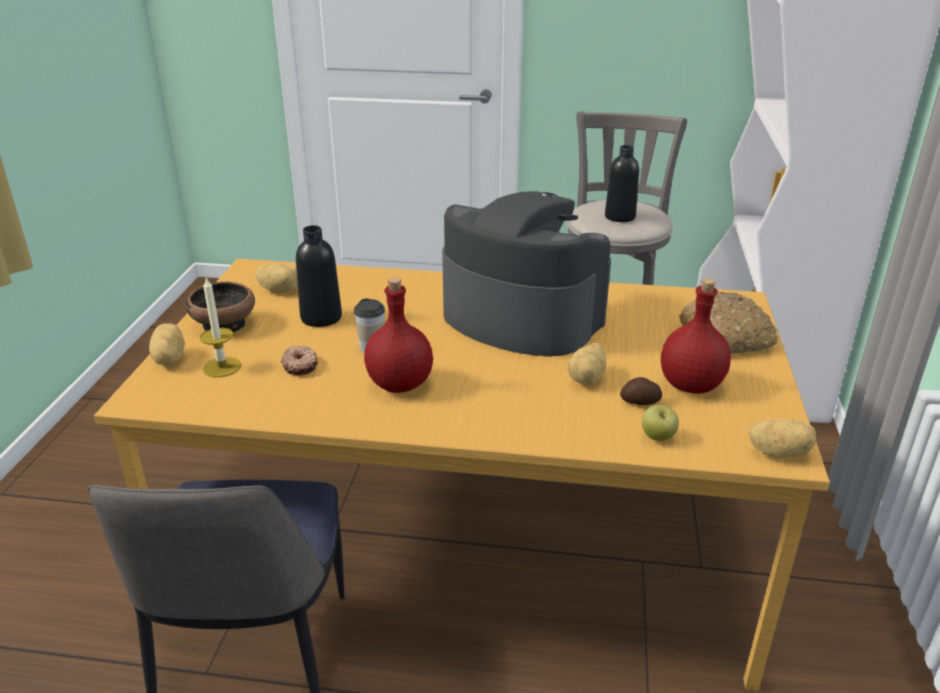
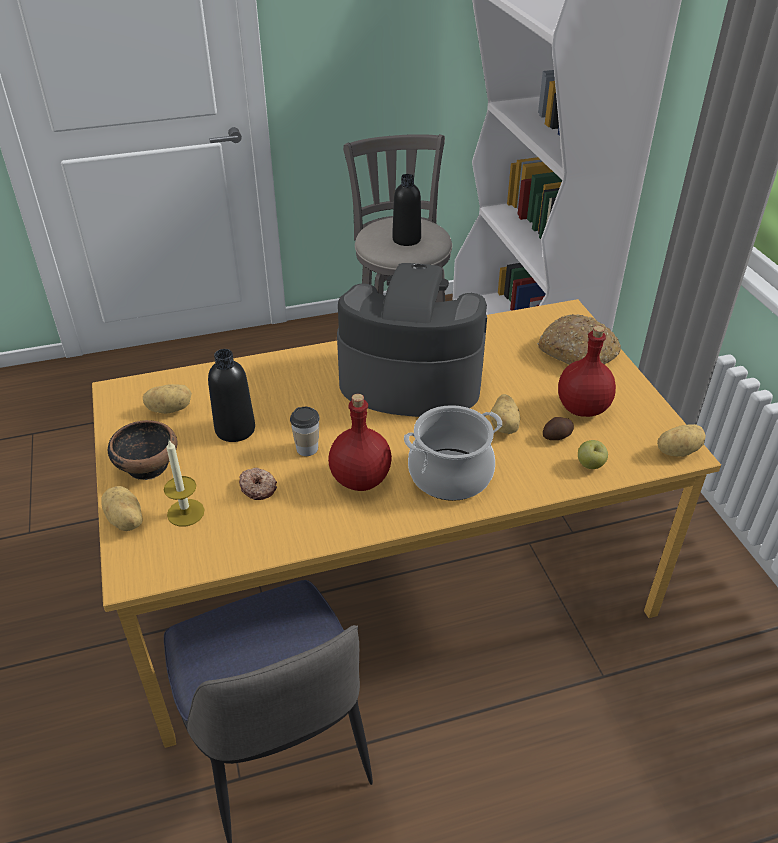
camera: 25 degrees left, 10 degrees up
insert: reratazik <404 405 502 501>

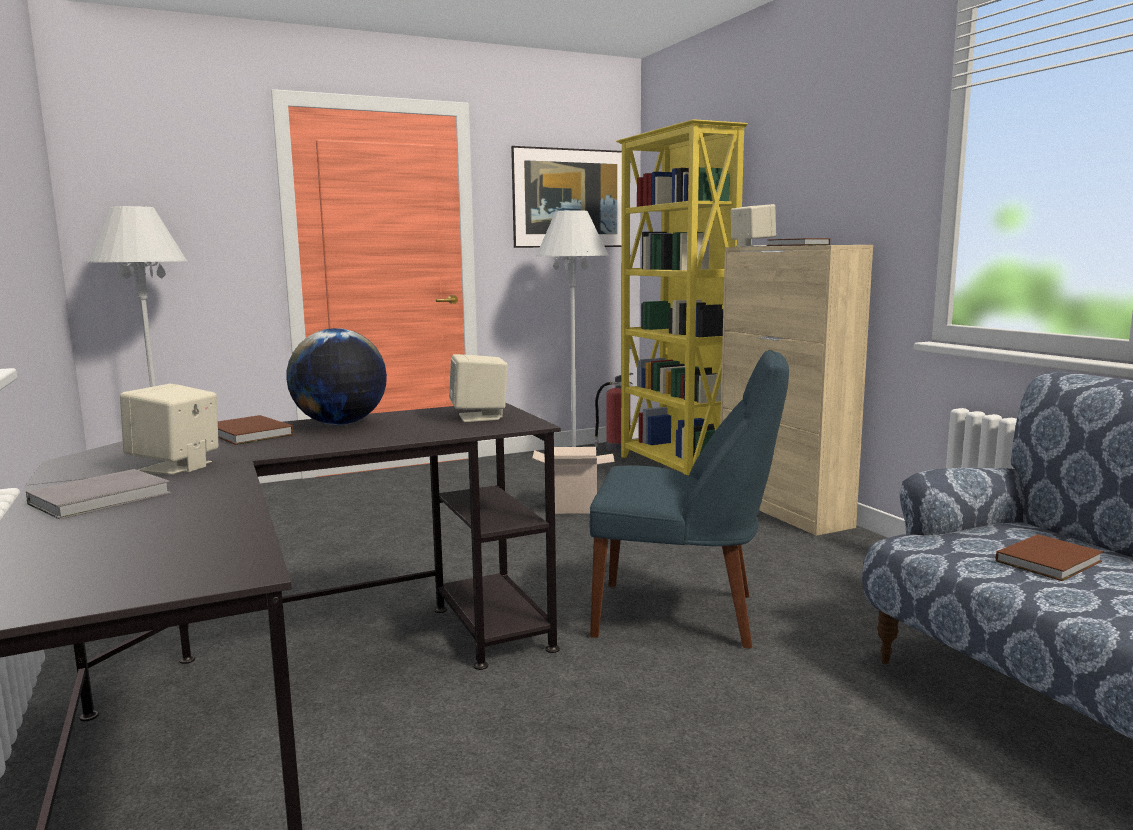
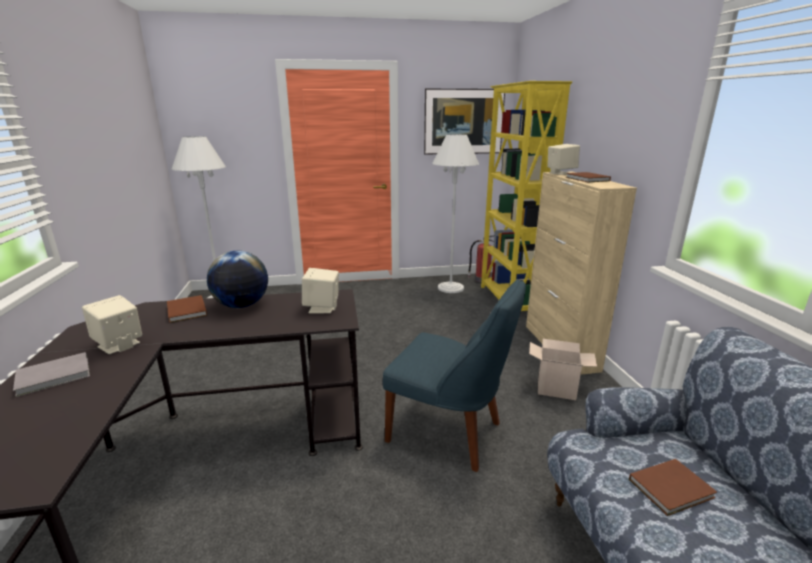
camera: 15 degrees right, 10 degrees up
move: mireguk <532 447 614 514> to <529 339 597 400>

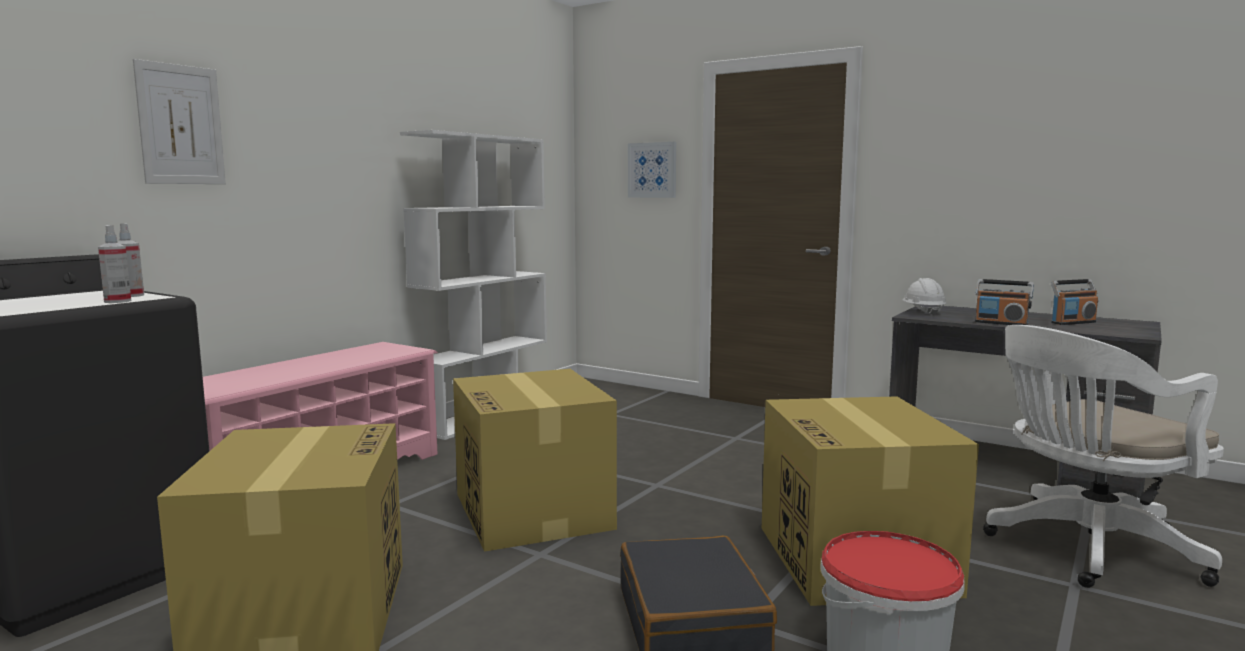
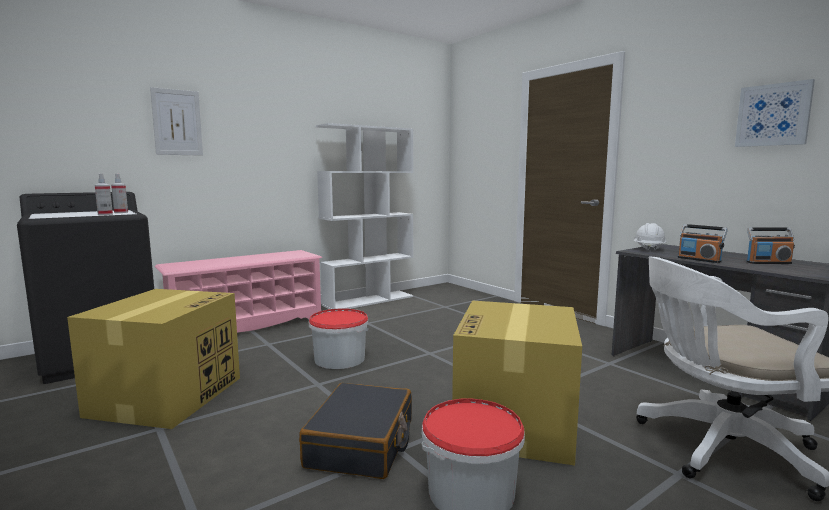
camera: 20 degrees right, 0 degrees up
move: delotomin <628 142 676 198> to <735 79 815 147>
replace: mireguk <453 369 617 552> to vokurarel <309 308 369 369>

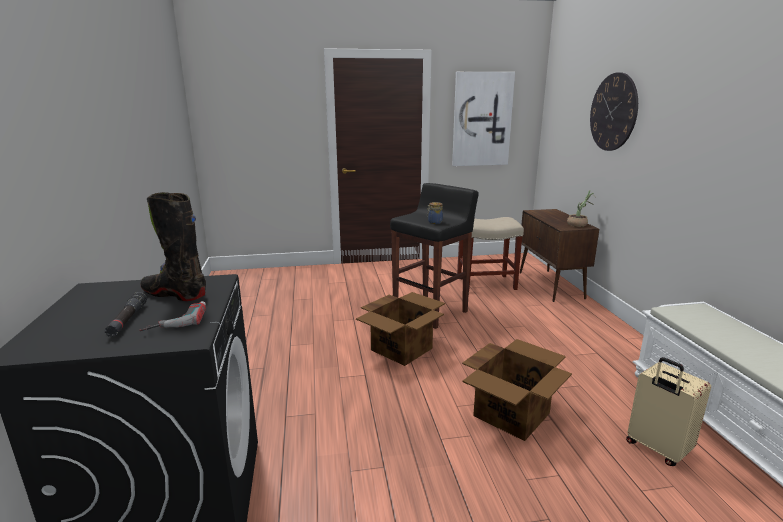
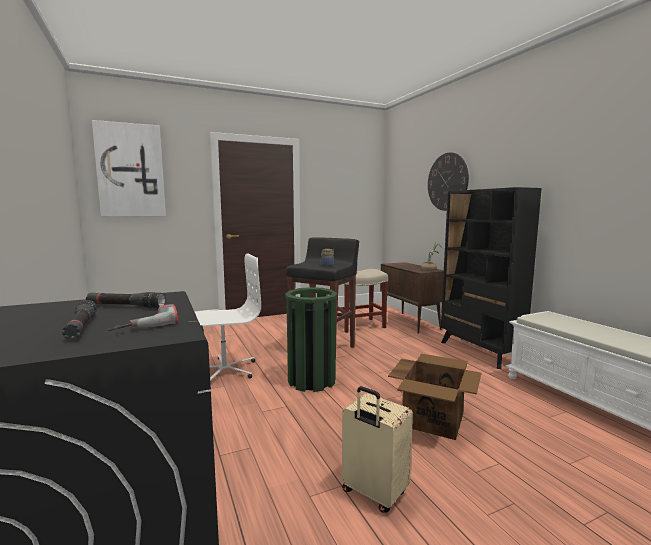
camera: 15 degrees left, 10 degrees down
insert: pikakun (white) <195 253 261 380>; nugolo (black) <441 187 542 369>
move: delotomin <452 72 515 166> to <91 120 166 217>; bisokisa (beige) <626 357 711 466> to <342 386 413 513>
replace: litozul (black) <140 192 206 301> to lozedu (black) <86 292 166 308>; mireguk <356 292 445 366> to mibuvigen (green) <285 287 338 392>

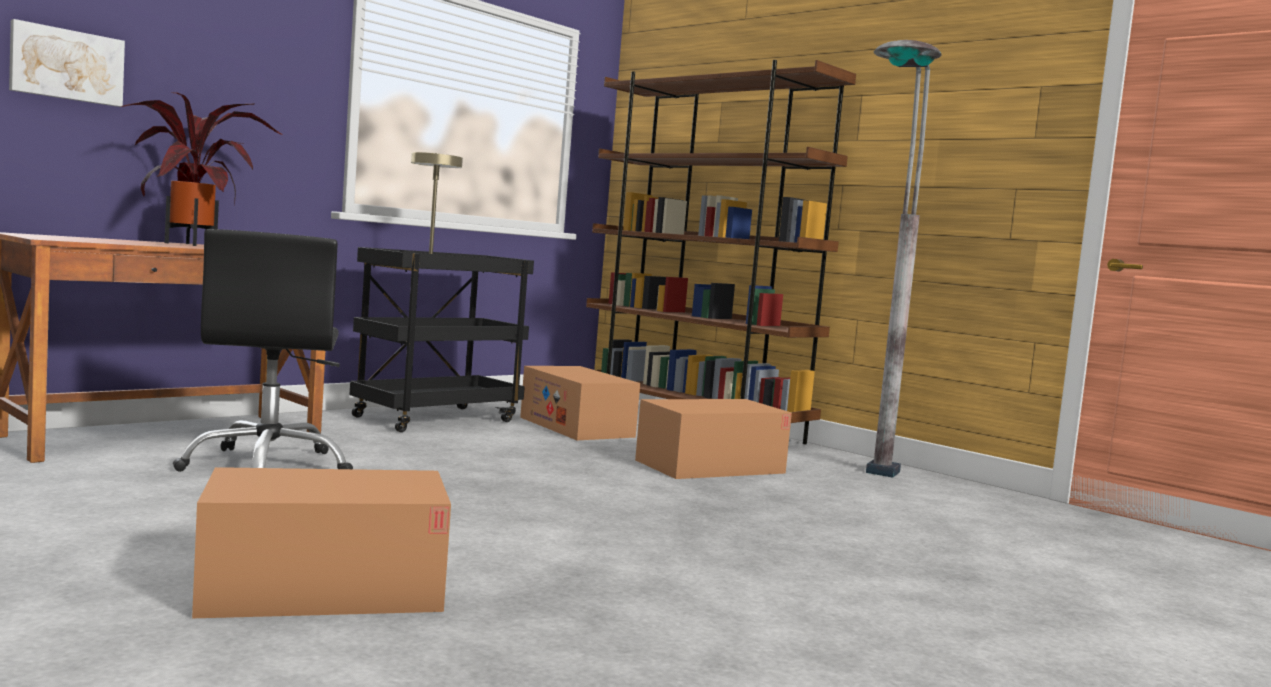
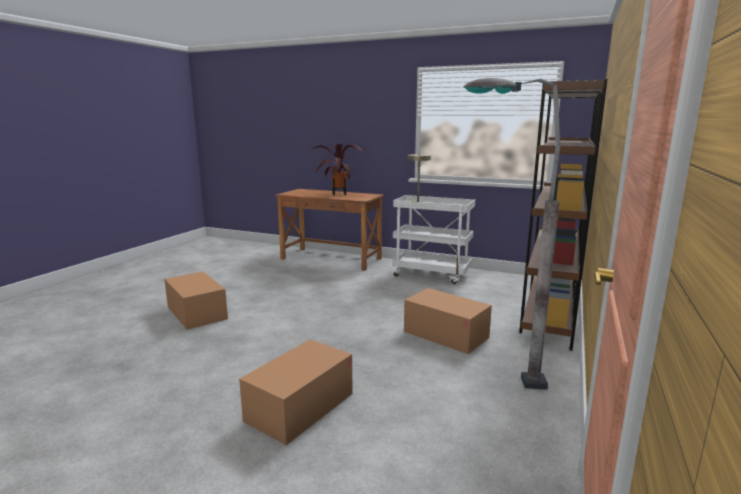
camera: 70 degrees right, 10 degrees up
delete: delotomin <9 19 125 107>; pikakun (black) <173 229 353 472>
move: mireguk <520 366 640 440> to <239 339 353 445>
recolor: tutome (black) <349 247 534 432> to tutome (white) <392 195 475 284>

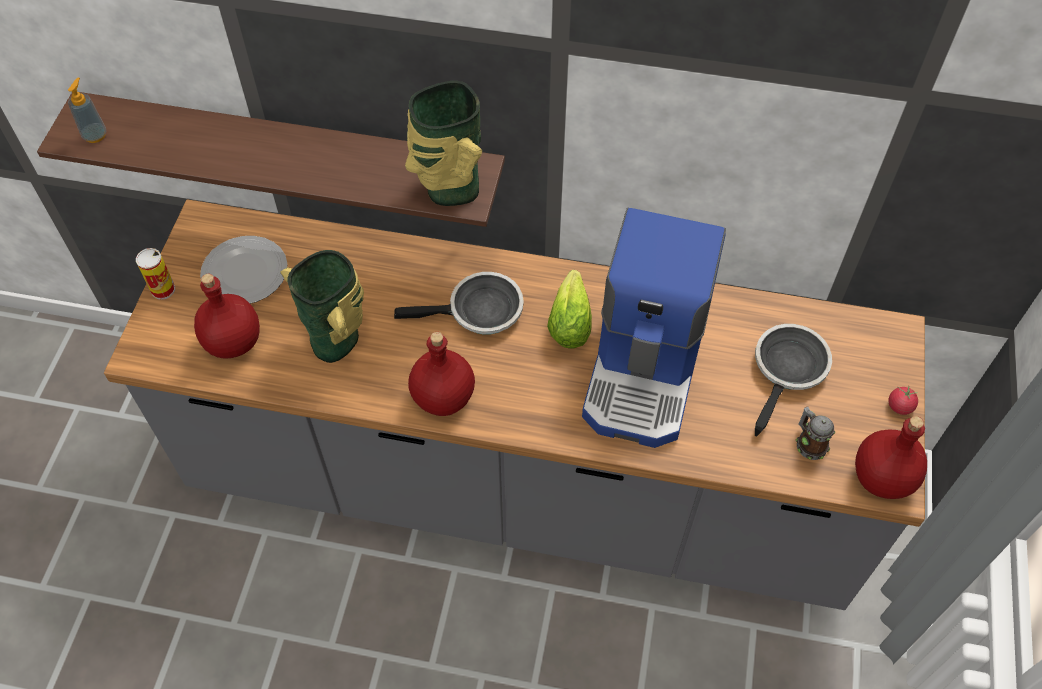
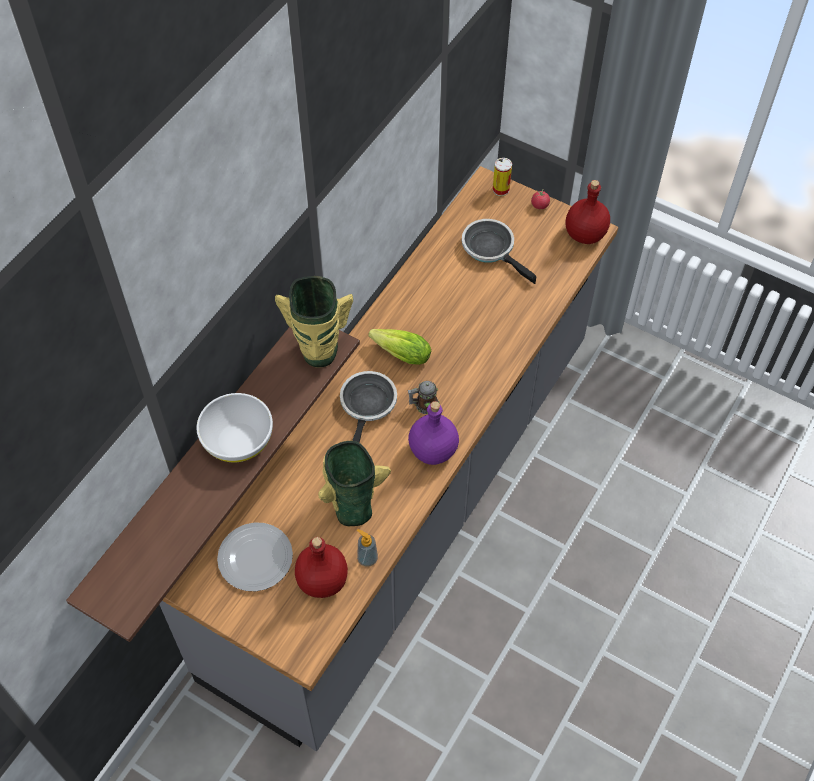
camera: 70 degrees left, 0 degrees up
delete: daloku <582 208 726 448>
insert: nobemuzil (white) <197 393 273 462>
move: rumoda <68 78 106 143> to <357 529 378 567>; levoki <796 406 835 460> to <408 381 440 414>; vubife <136 248 175 300> to <493 158 512 196>
recolor: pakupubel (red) <408 332 475 416> to pakupubel (purple) <408 401 459 465>

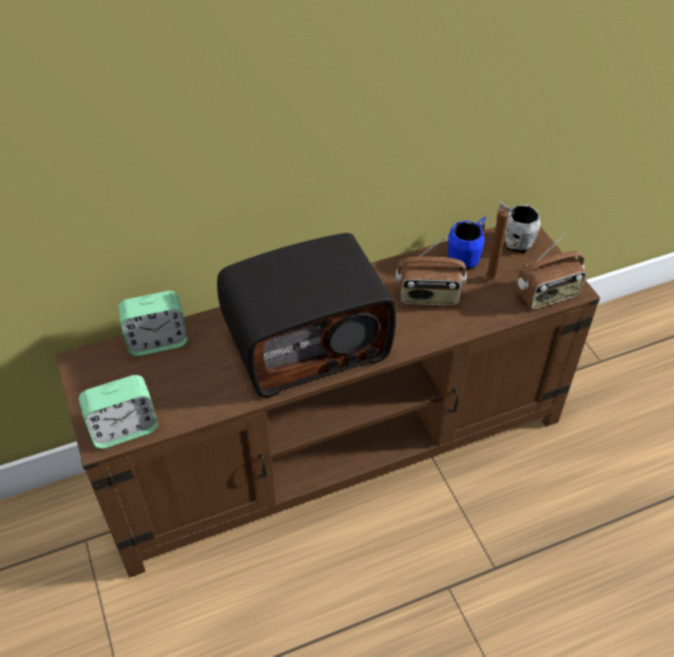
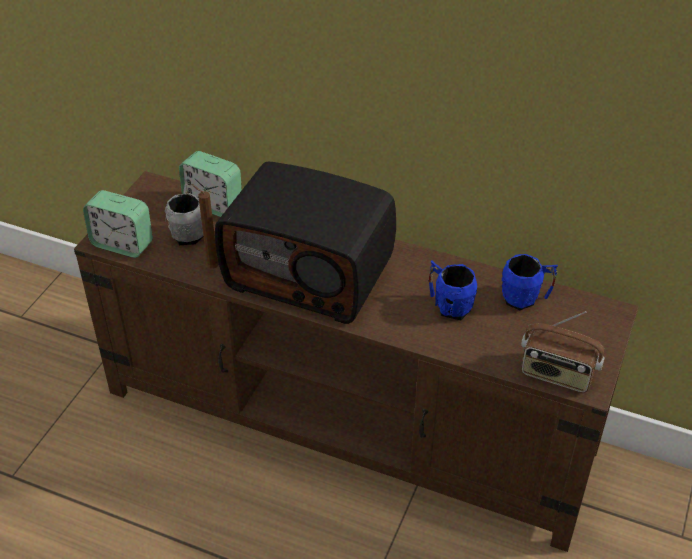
camera: 45 degrees right, 5 degrees down
move: levoki (grey) <496 202 540 253> to <165 184 204 245>; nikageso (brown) <486 208 509 280> to <191 184 219 269>
replace: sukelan <396 237 466 306> to levoki (blue) <429 260 477 320>

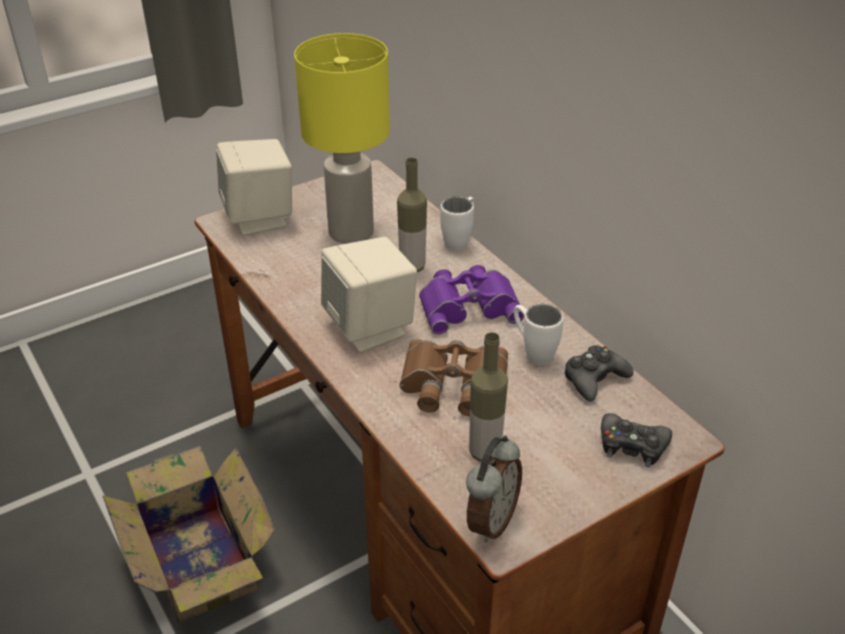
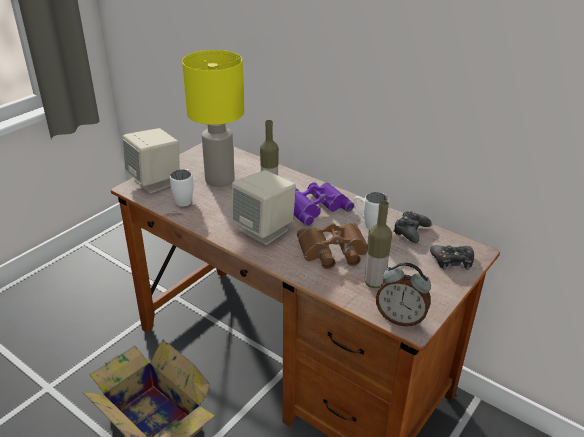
camera: 20 degrees left, 5 degrees down
move: levoki (white) <440 196 474 251> to <170 169 194 206>
rotate: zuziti <466 436 522 543> = <376 262 431 327> 105 degrees clockwise

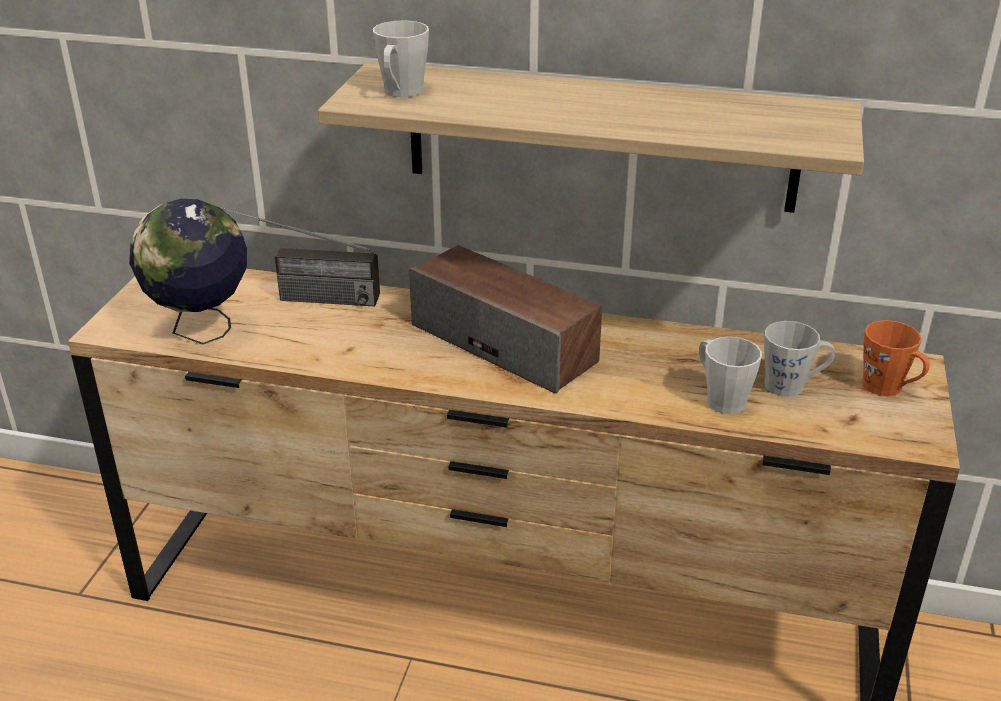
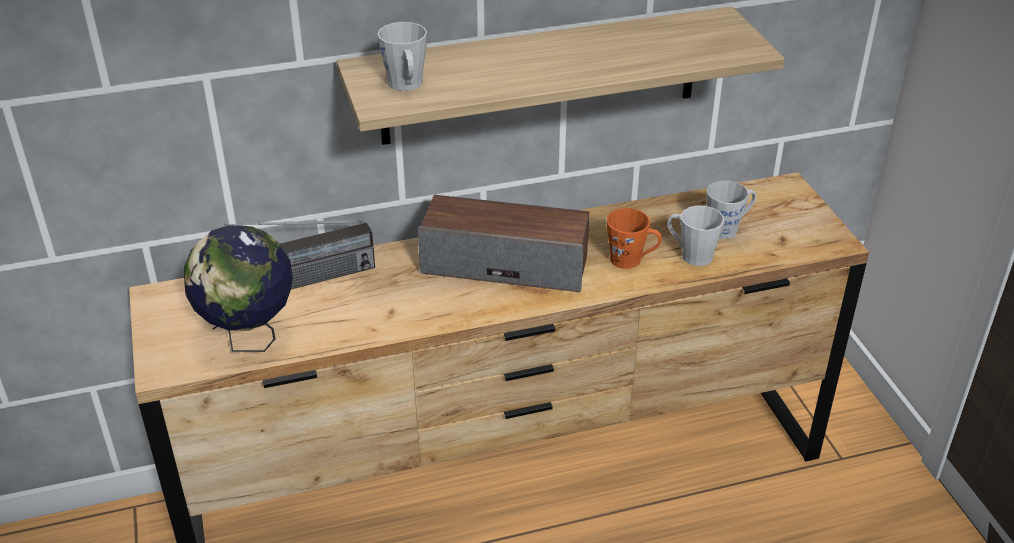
camera: 30 degrees left, 5 degrees up
move: levoki (orange) <862 320 930 396> to <607 208 662 269>

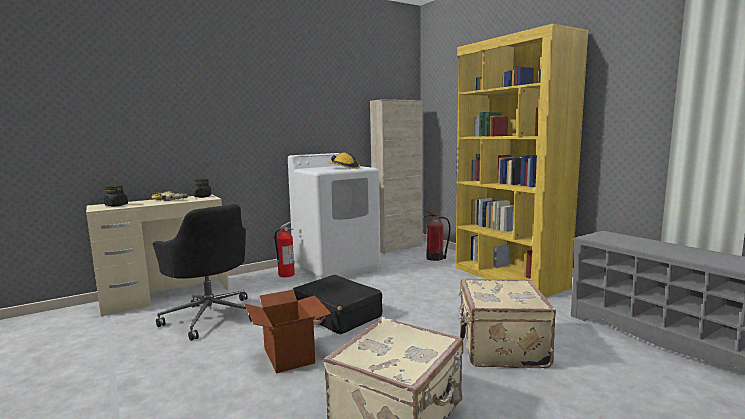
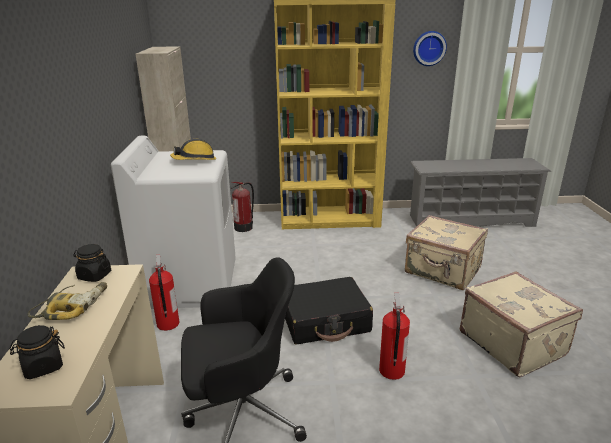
camera: 60 degrees left, 15 degrees up
insert: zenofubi <413 31 447 66>
replace: mireguk <244 290 331 373> to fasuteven <379 293 410 380>

